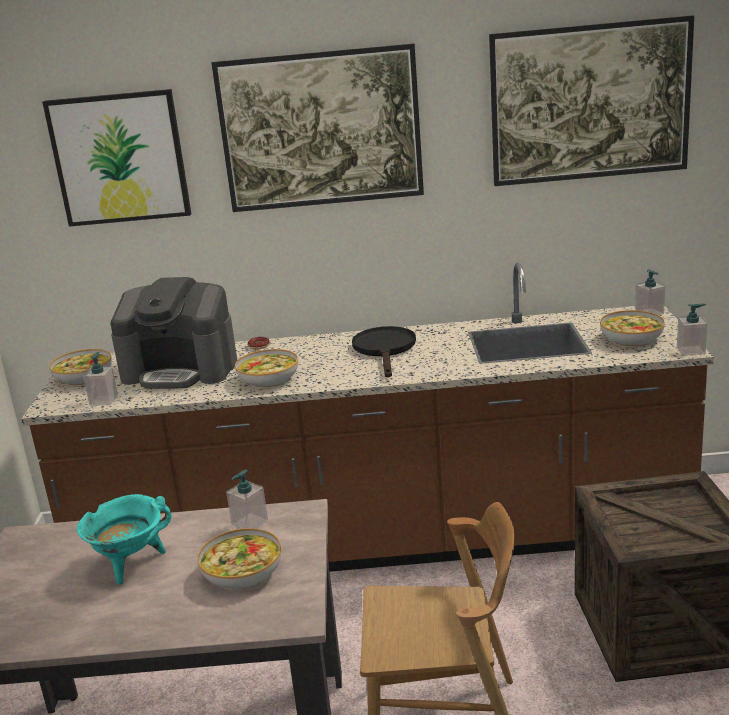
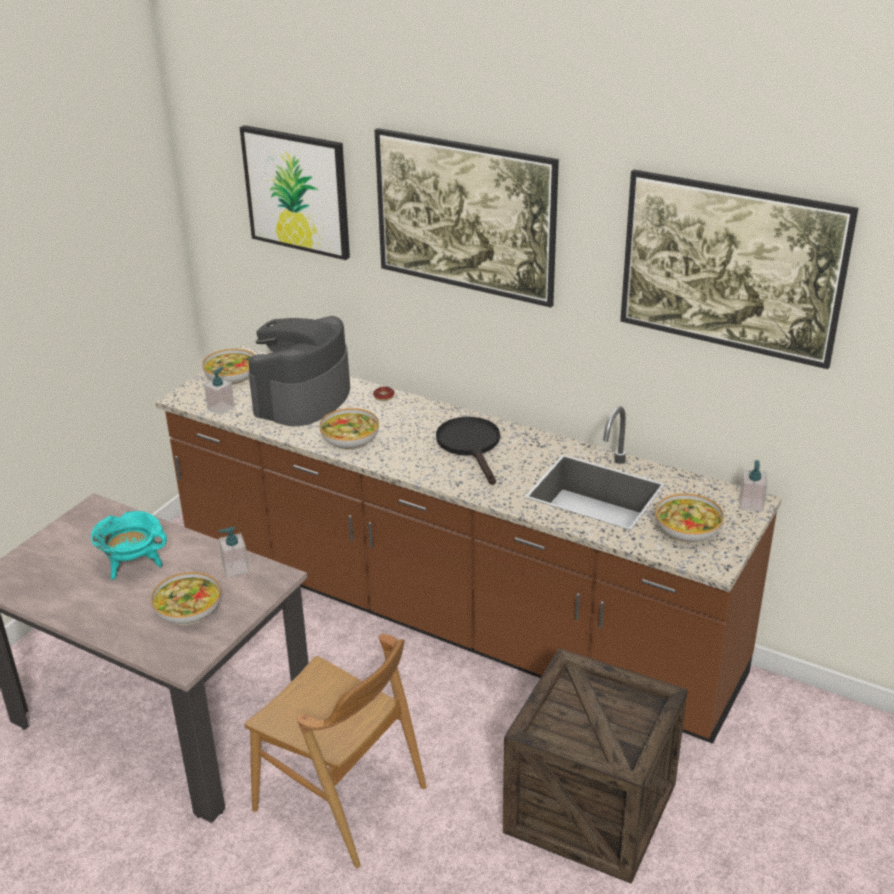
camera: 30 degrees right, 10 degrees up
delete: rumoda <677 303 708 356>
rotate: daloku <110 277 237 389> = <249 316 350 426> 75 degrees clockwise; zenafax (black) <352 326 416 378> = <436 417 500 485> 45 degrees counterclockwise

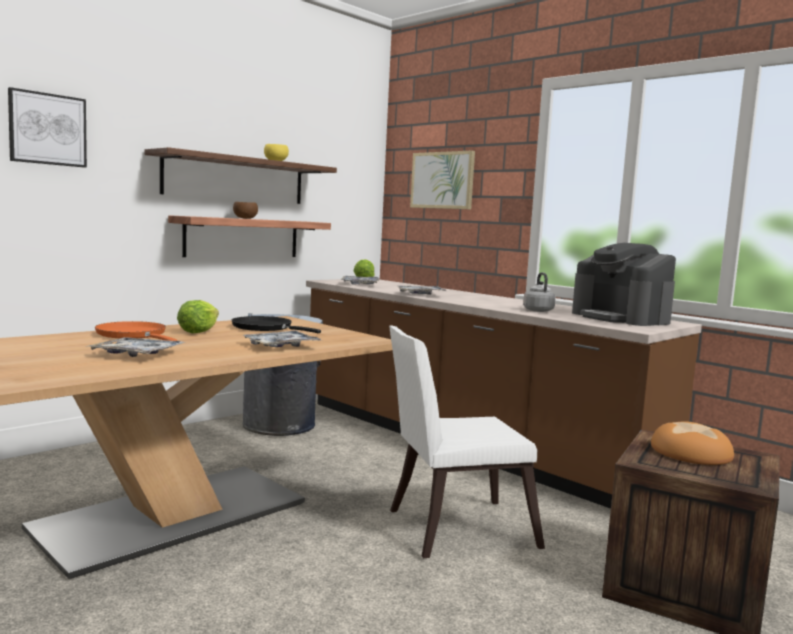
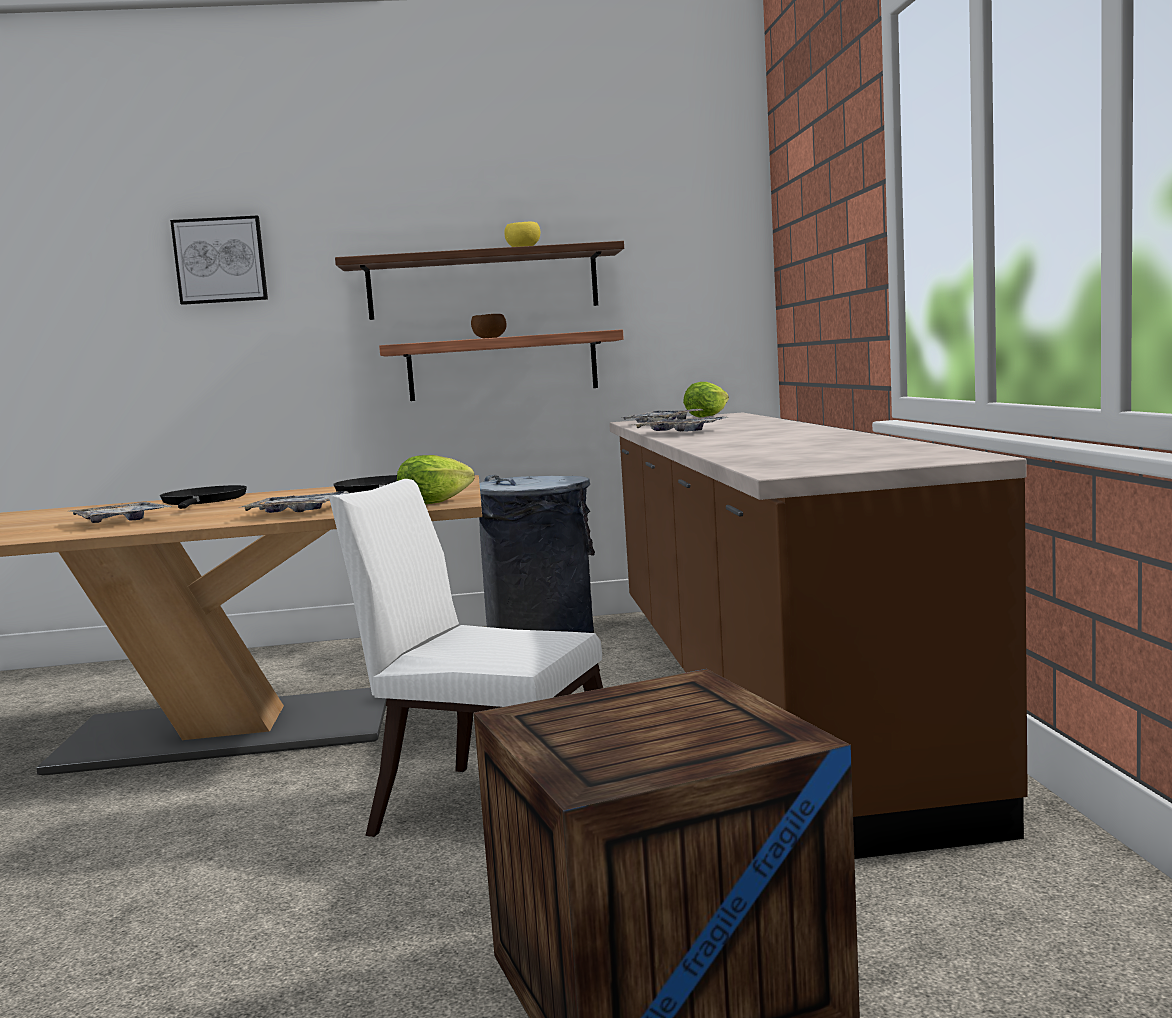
camera: 40 degrees right, 0 degrees up
delete: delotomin <410 150 475 209>; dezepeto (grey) <523 272 556 312>; daloku <572 243 676 326>; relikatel <651 421 734 465>
move: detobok <177 300 219 333> to <397 455 475 505>
recolor: zenafax (orange) <95 321 177 341> to zenafax (black) <160 485 247 509>

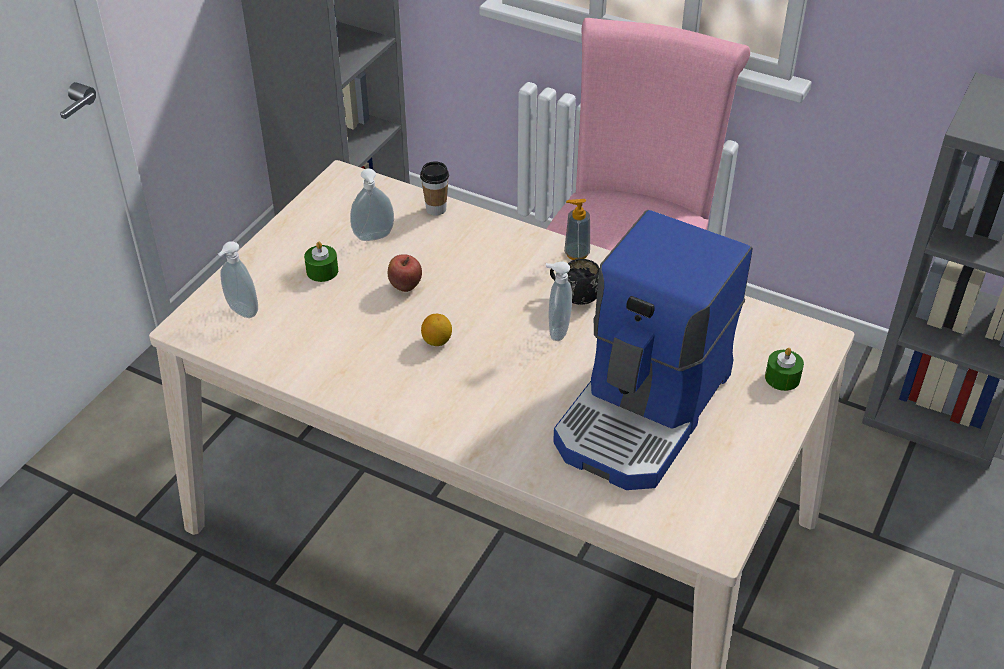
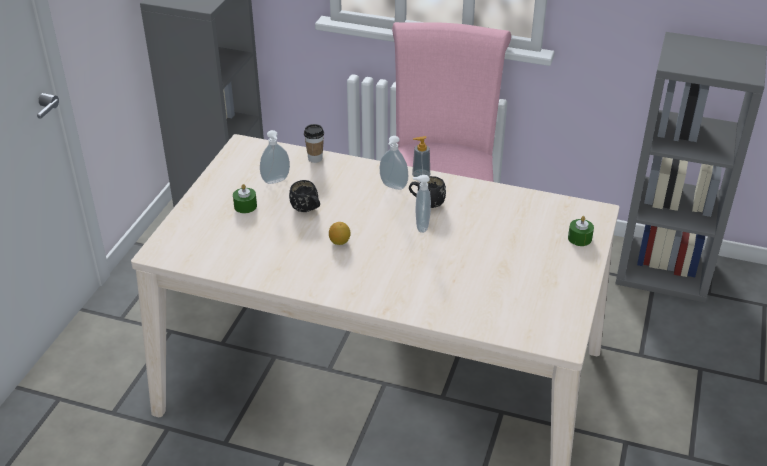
camera: 10 degrees left, 5 degrees down
delete: daloku <553 210 752 490>
move: rumoda <218 241 258 318> to <380 136 408 190>
replace: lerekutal <388 254 422 292> to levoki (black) <289 180 320 212>

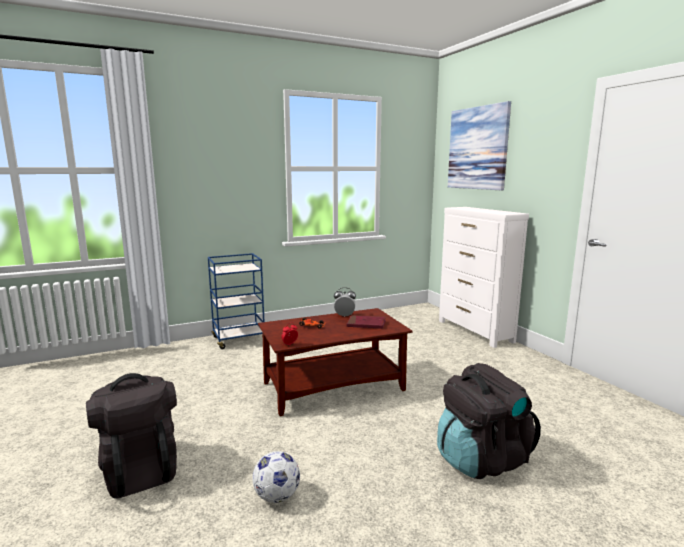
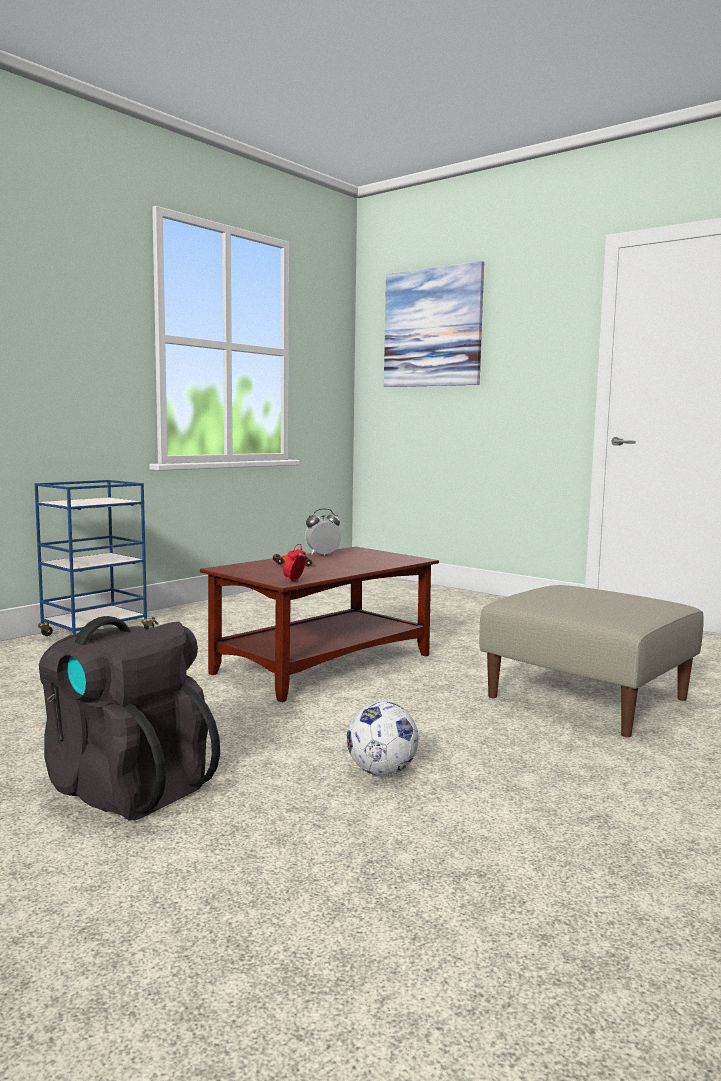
camera: 25 degrees left, 5 degrees down
delete: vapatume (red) <347 315 386 329>; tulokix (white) <439 207 529 348>
replace: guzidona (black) <437 363 541 479> to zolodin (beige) <479 585 704 737>

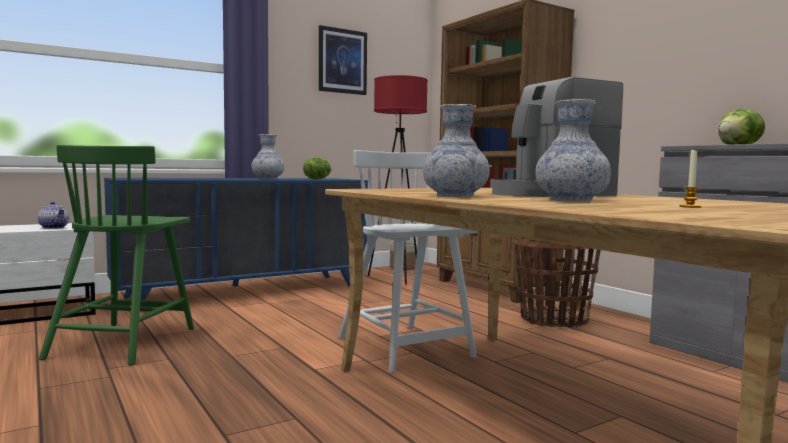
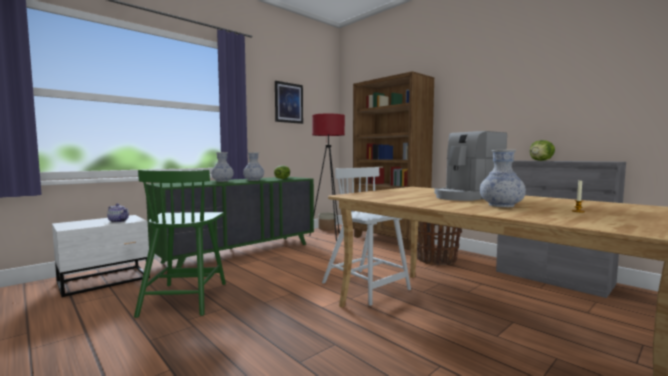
camera: 10 degrees left, 0 degrees up
move: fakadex <423 104 490 197> to <211 152 234 182>
recolor: tulokix (blue) <104 178 368 300> to tulokix (green) <146 177 314 268>

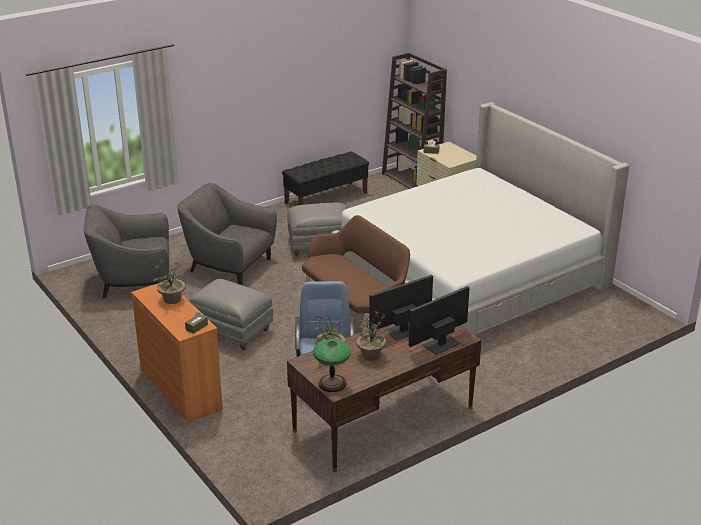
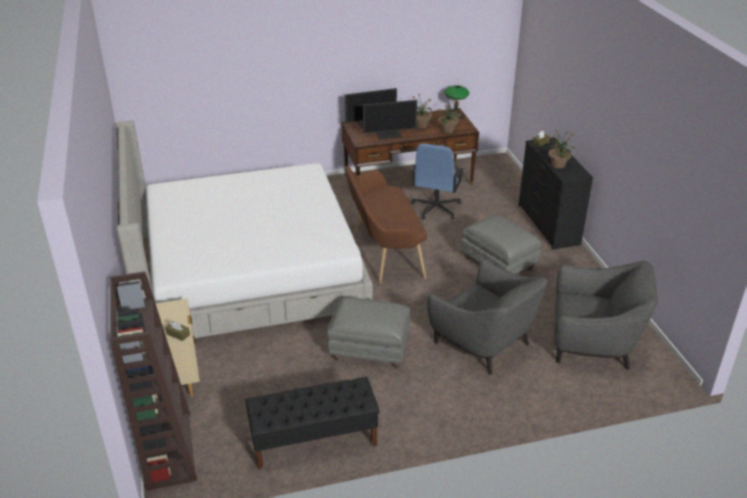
camera: 160 degrees left, 5 degrees up
recolor: tulokix (orange) <131 283 223 424> to tulokix (black) <518 137 593 250>

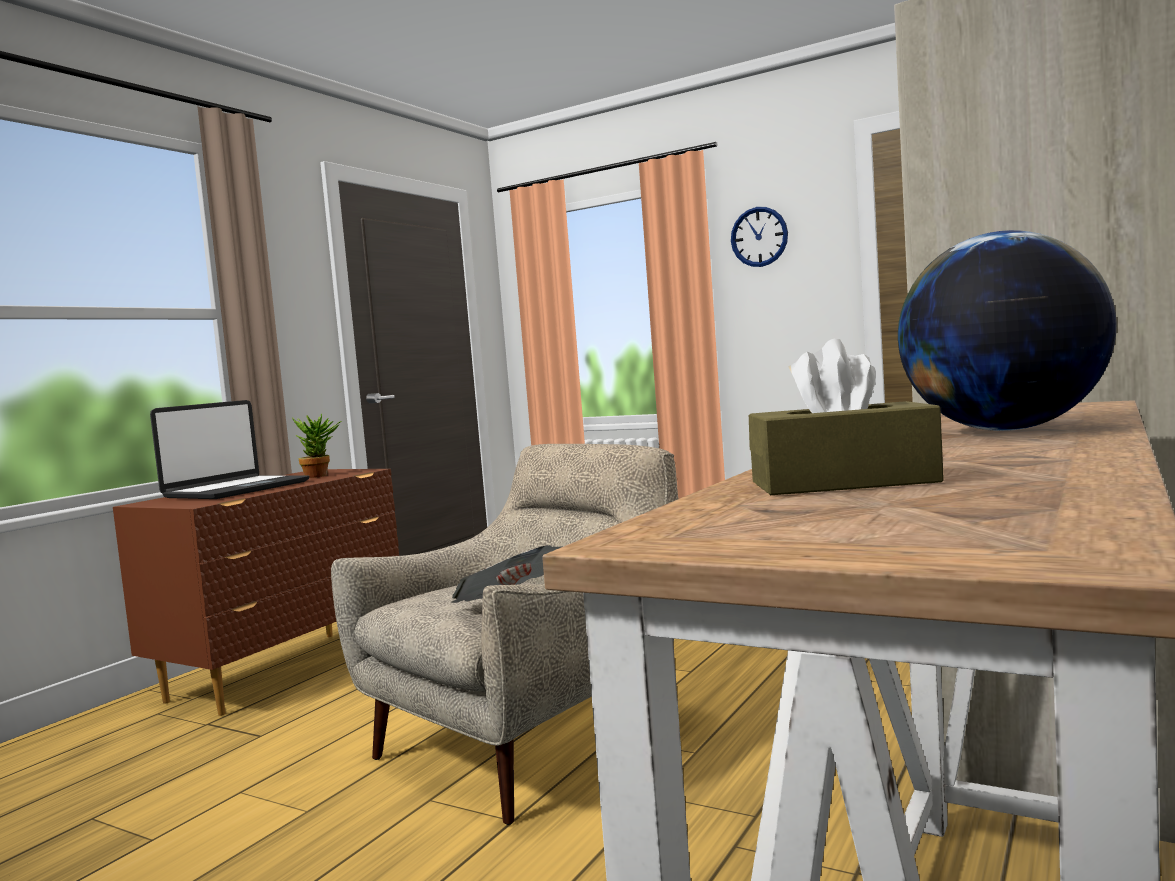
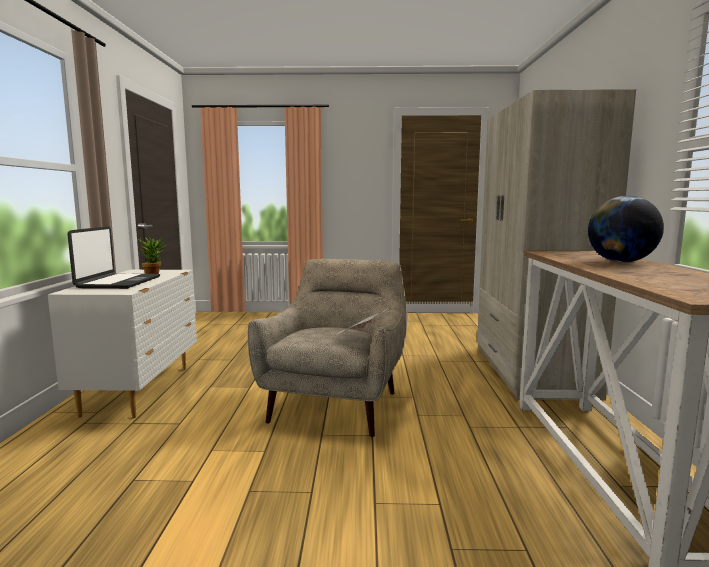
camera: 30 degrees left, 5 degrees up
delete: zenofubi <731 207 788 267>; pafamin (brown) <749 339 944 495>
recolor: tulokix (brown) <113 469 399 716> to tulokix (white) <48 270 197 418>

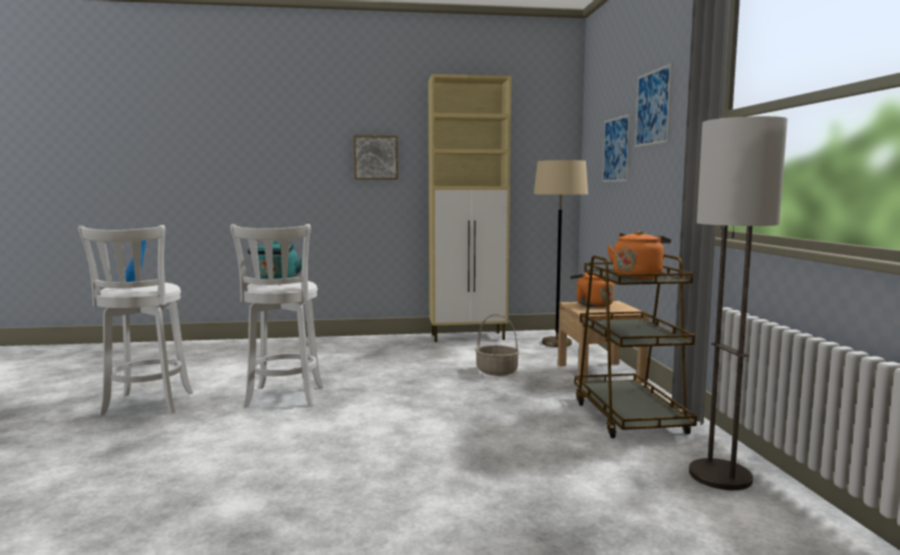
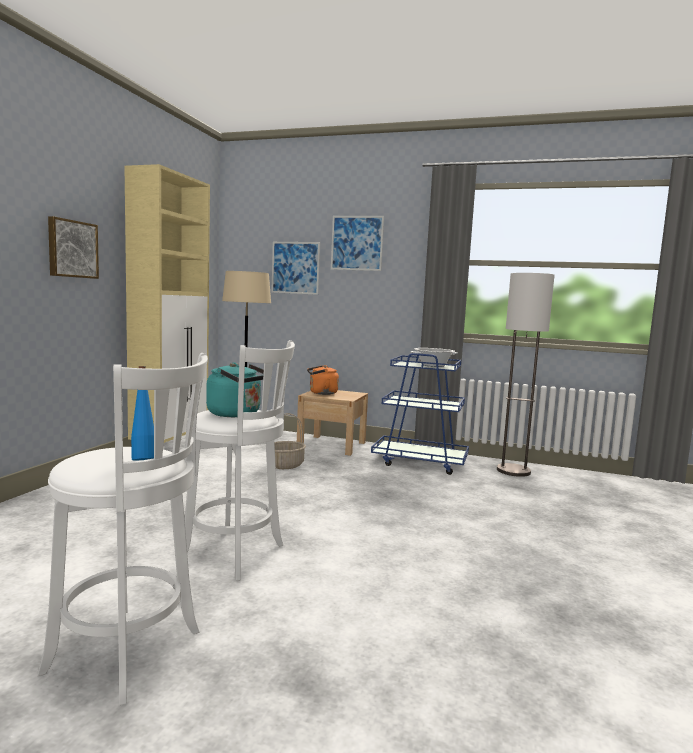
camera: 65 degrees left, 0 degrees up
replace: dezepeto (orange) <607 231 671 279> to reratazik <410 348 458 367>
recolor: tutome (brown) <574 254 697 438> to tutome (blue) <371 353 469 475>

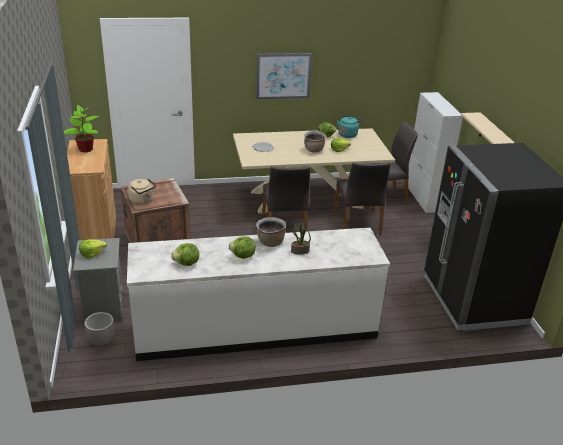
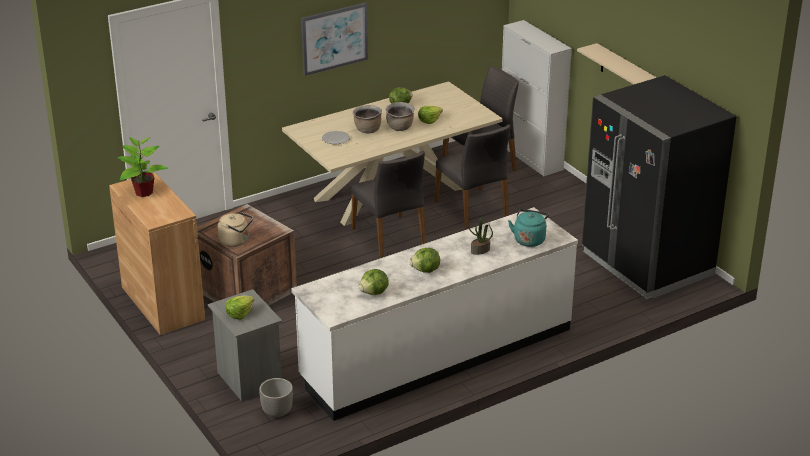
camera: 20 degrees left, 0 degrees up
move: reratazik (brown) <256 217 286 247> to <353 105 382 133>; dezepeto (turquoise) <337 115 363 138> to <508 209 549 247>

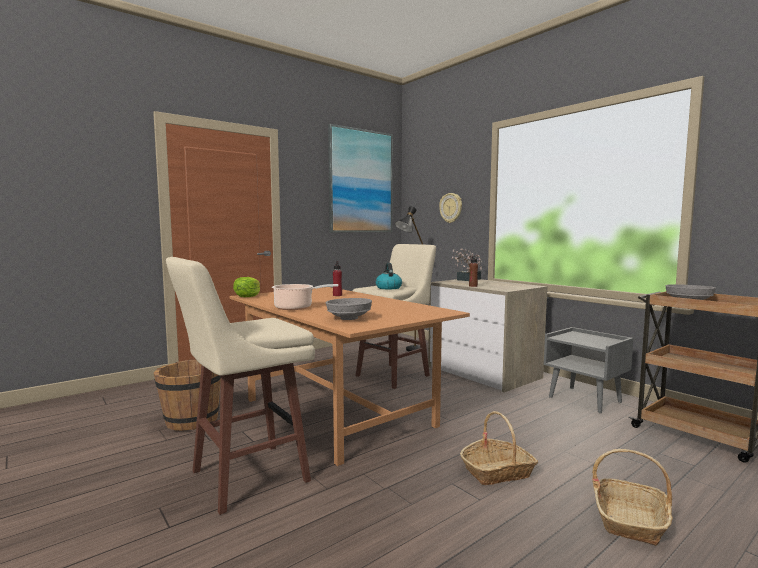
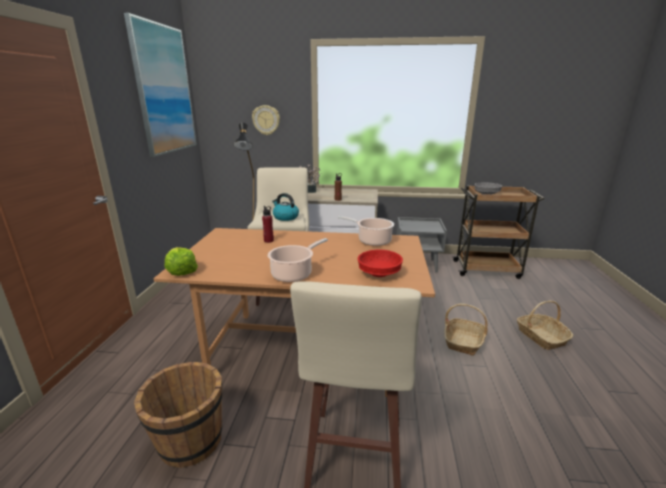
camera: 45 degrees left, 15 degrees up
insert: reratazik <338 216 394 246>
recolor: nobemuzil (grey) <326 298 372 320> to nobemuzil (red) <358 250 403 277>

